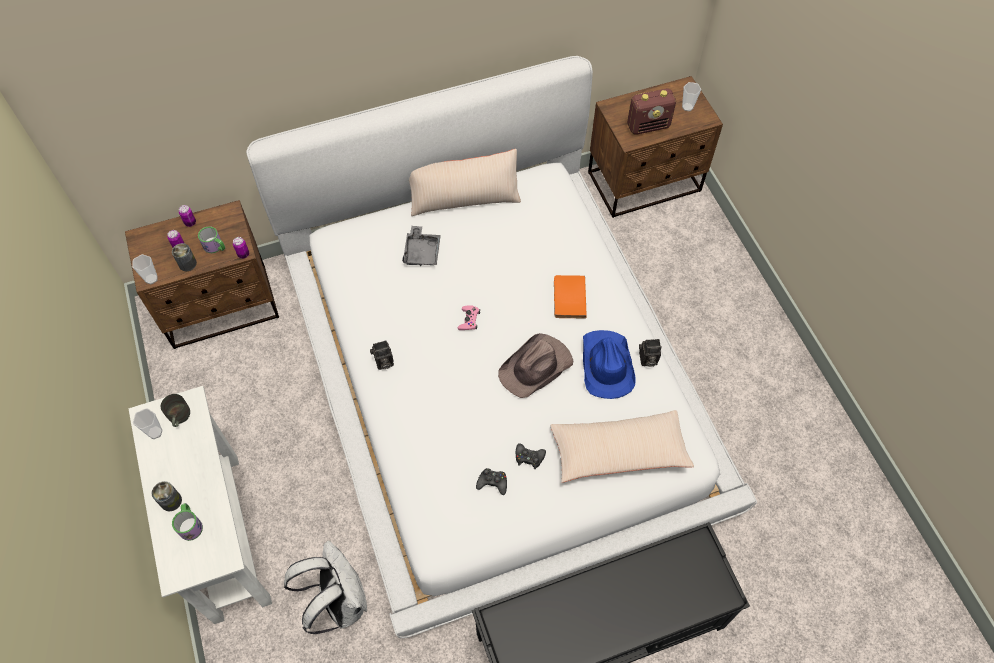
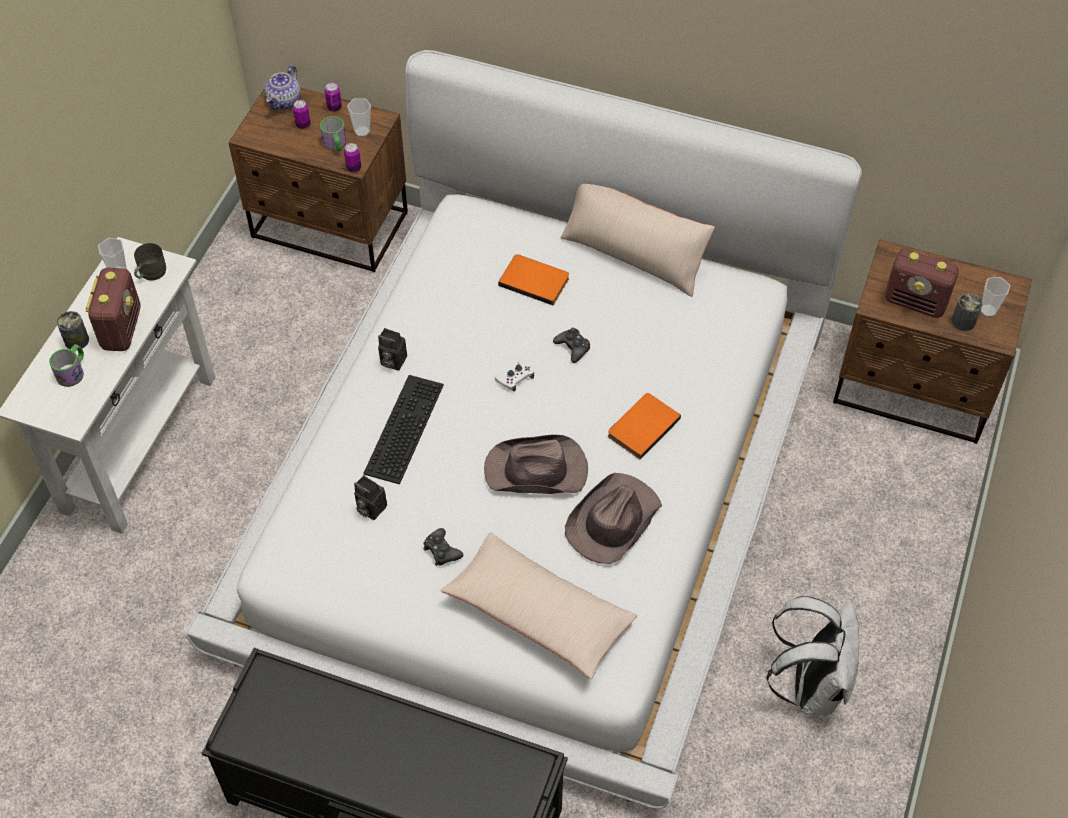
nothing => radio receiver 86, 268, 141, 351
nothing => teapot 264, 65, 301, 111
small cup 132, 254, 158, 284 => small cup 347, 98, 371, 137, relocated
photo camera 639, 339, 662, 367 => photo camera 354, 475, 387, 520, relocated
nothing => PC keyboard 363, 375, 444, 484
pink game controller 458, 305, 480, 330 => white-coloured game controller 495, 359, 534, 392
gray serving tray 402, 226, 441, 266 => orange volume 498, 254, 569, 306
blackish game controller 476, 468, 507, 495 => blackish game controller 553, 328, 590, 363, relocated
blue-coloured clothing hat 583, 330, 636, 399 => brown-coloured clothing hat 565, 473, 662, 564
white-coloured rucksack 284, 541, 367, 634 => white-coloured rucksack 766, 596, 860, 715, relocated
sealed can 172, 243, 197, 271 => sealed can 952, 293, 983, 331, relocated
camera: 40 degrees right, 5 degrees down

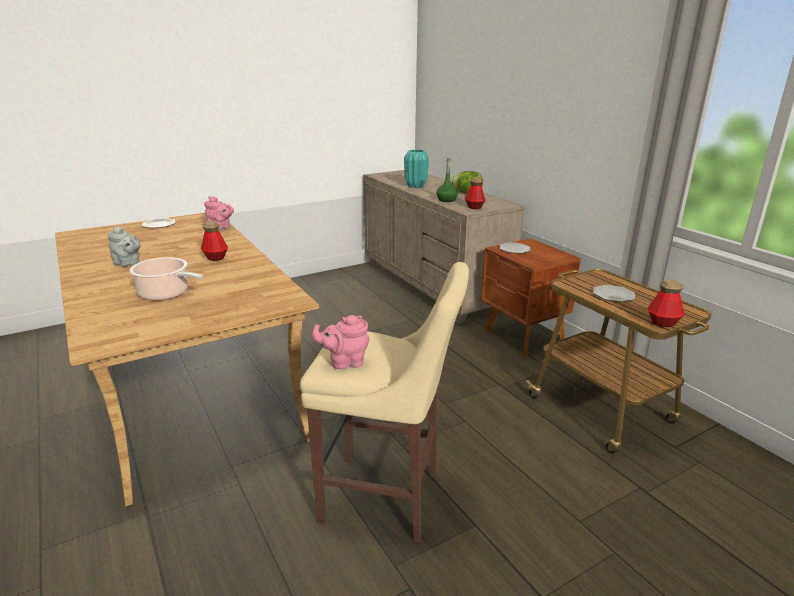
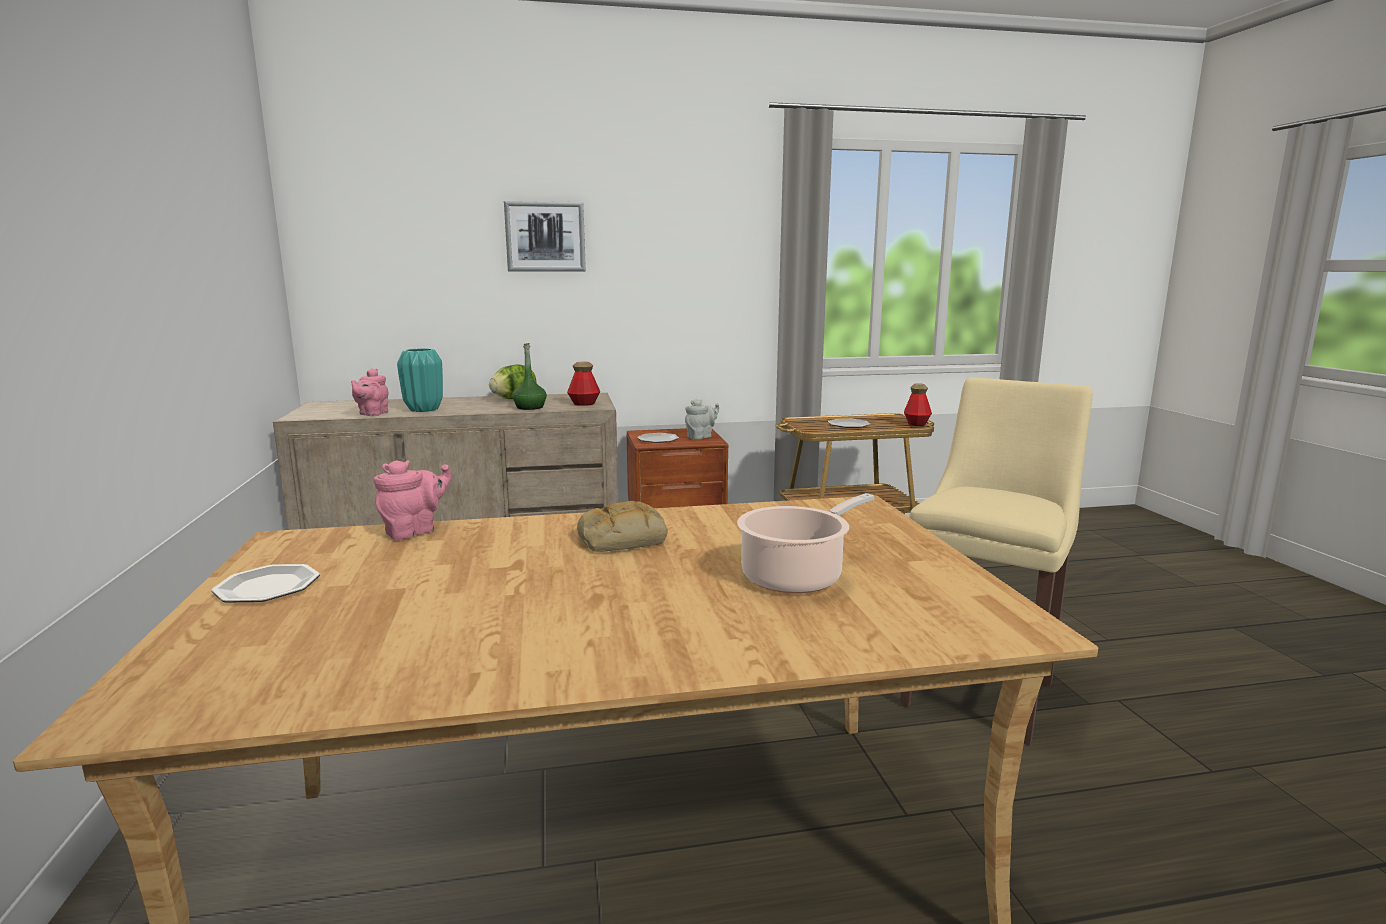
pink teapot 312, 315, 370, 369 => pink teapot 351, 368, 388, 416, relocated
nothing => picture 504, 201, 586, 272
drink bottle 201, 221, 228, 261 => bakery bread 577, 501, 668, 552
gray teapot 107, 226, 141, 267 => gray teapot 685, 399, 719, 439, relocated
camera: 70 degrees left, 10 degrees down

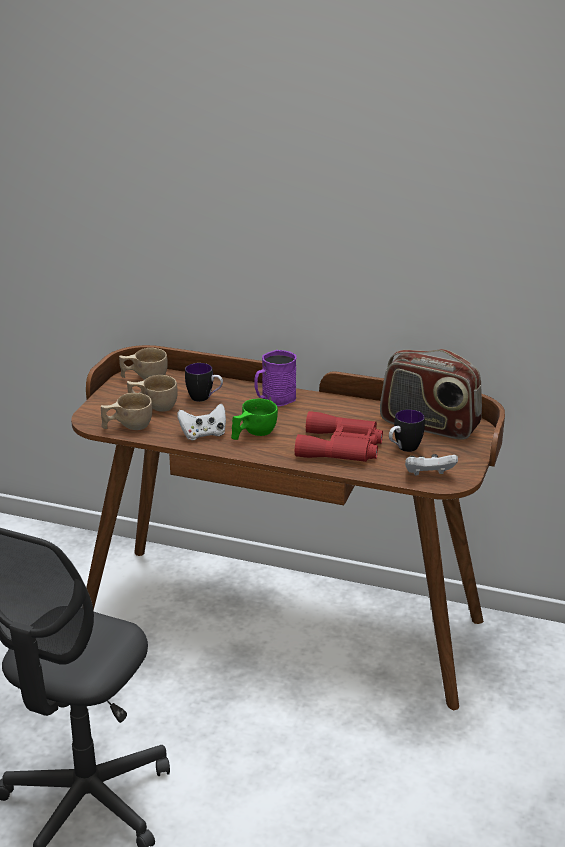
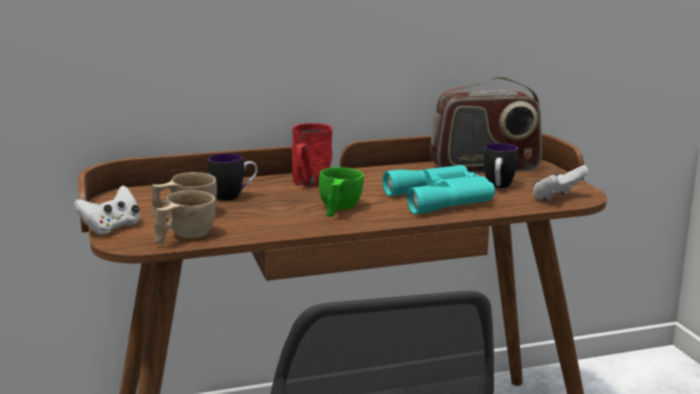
white-coloured game controller 177, 404, 226, 440 => white-coloured game controller 74, 185, 140, 235, relocated
purple coffee mug 254, 350, 297, 406 => red coffee mug 291, 123, 333, 187
red field glasses 295, 411, 383, 462 => blue-green field glasses 383, 165, 495, 214
beige-coloured small cup 119, 348, 168, 380 => nothing
camera: 35 degrees left, 10 degrees down

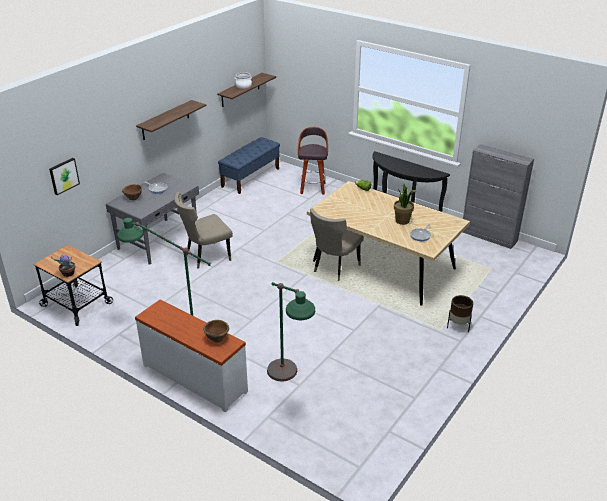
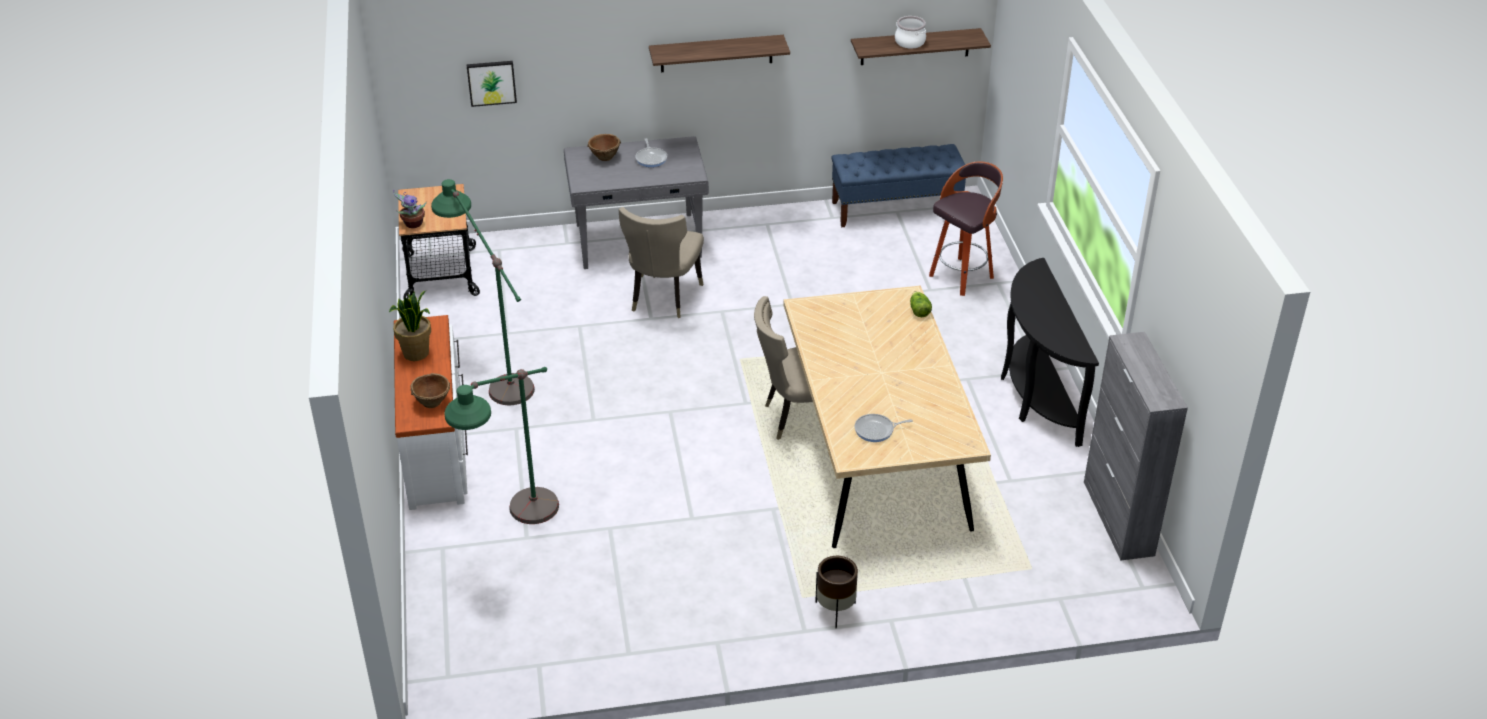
plant in a pot 394, 184, 417, 225 => plant in a pot 389, 291, 431, 361, relocated
beige-coloured upright chair 174, 192, 233, 269 => beige-coloured upright chair 619, 207, 704, 318, 90 degrees counterclockwise
camera: 45 degrees right, 5 degrees up

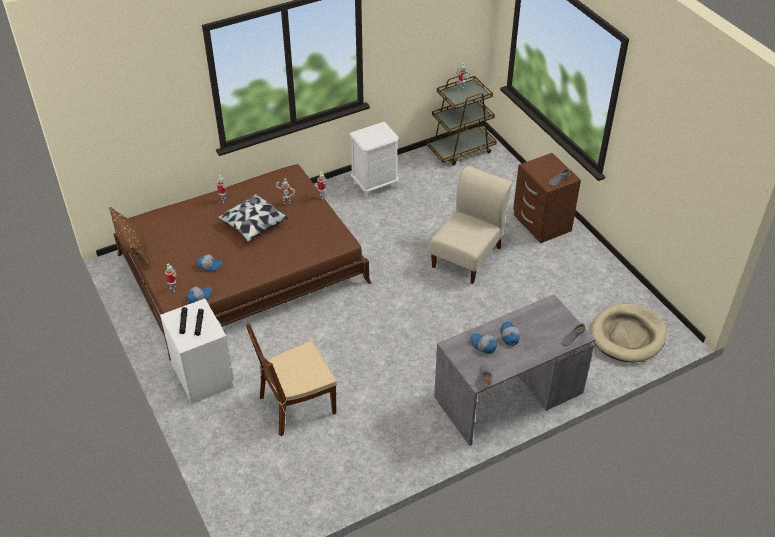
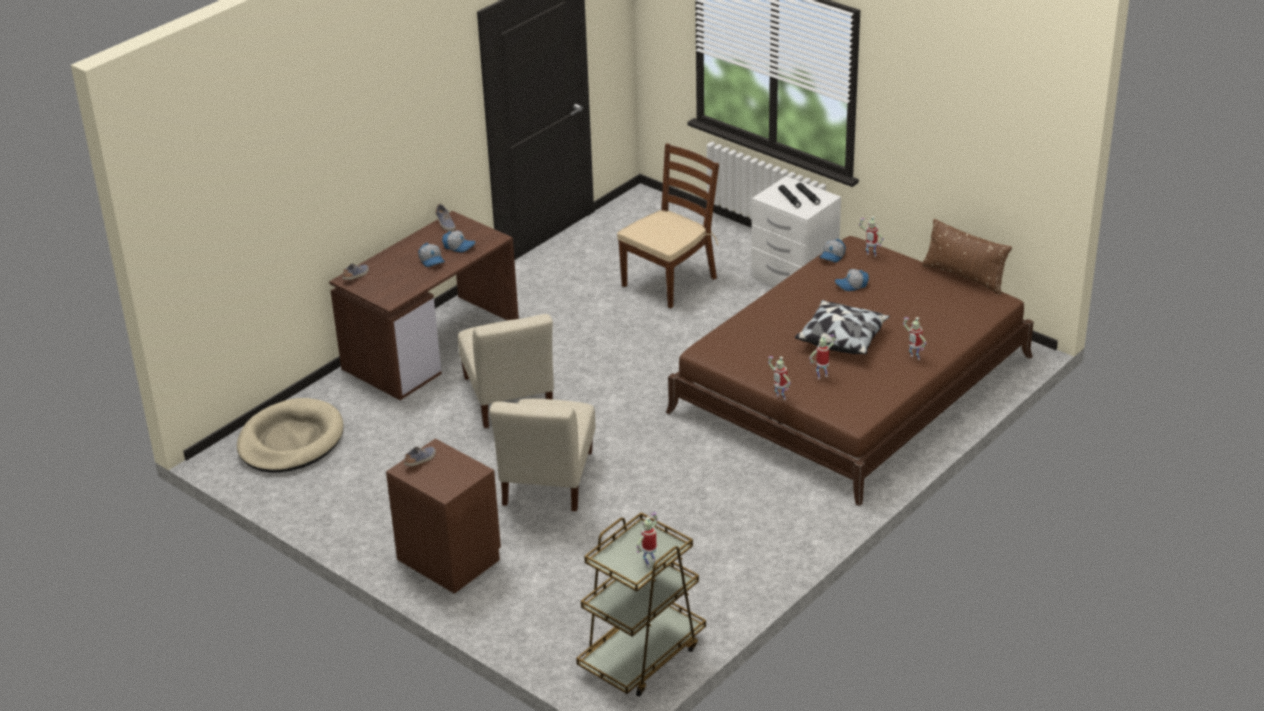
gray desk unit 434, 294, 596, 446 => brown-coloured desk unit 329, 211, 519, 400
nothing => beige-coloured upright chair 458, 314, 554, 428
white-coloured night table 349, 122, 399, 198 => nothing
camera: 160 degrees right, 10 degrees down

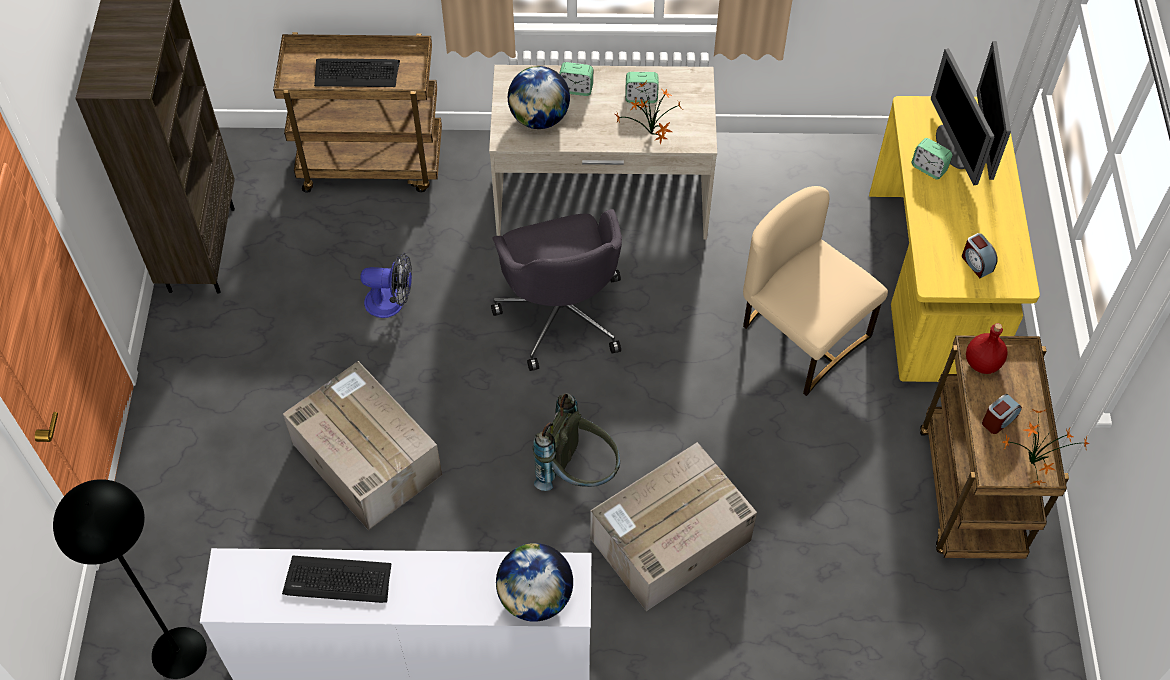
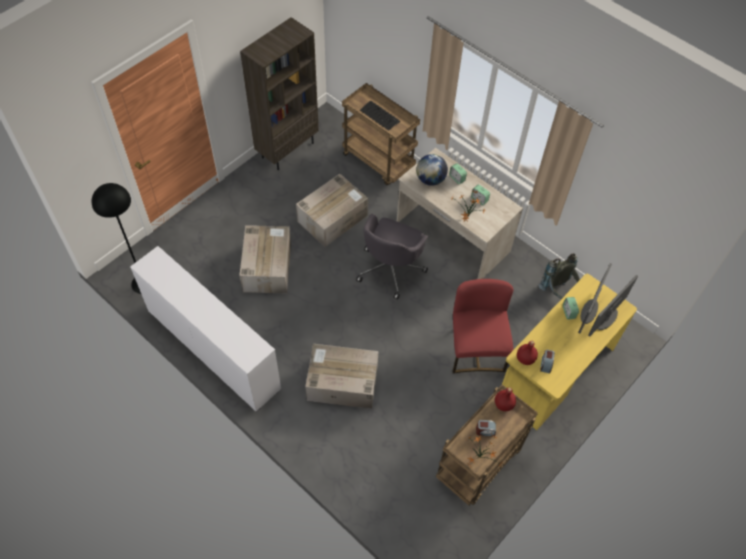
electric fan 360, 253, 412, 318 => cardboard box 296, 174, 368, 247
beige-coloured upright chair 743, 186, 888, 396 => red upright chair 453, 279, 514, 373
nothing => red drink bottle 517, 341, 538, 365
gray rucksack 533, 393, 620, 491 => gray rucksack 539, 253, 580, 299, relocated
PC keyboard 282, 556, 391, 603 => nothing
desk globe 496, 543, 573, 622 => nothing
camera: 40 degrees right, 0 degrees up

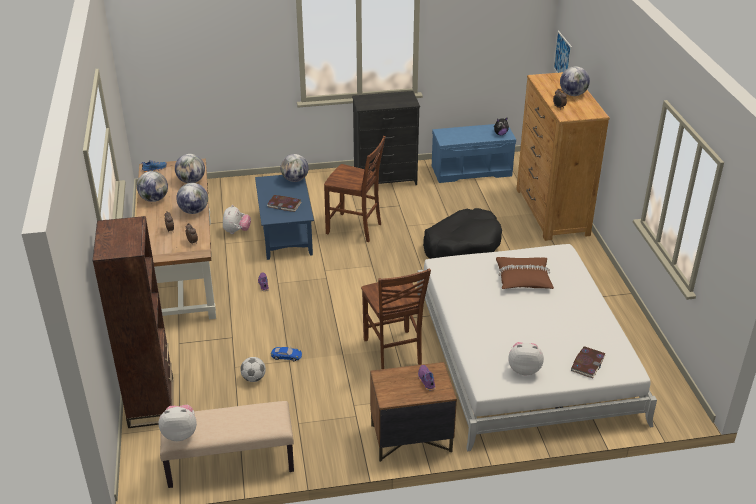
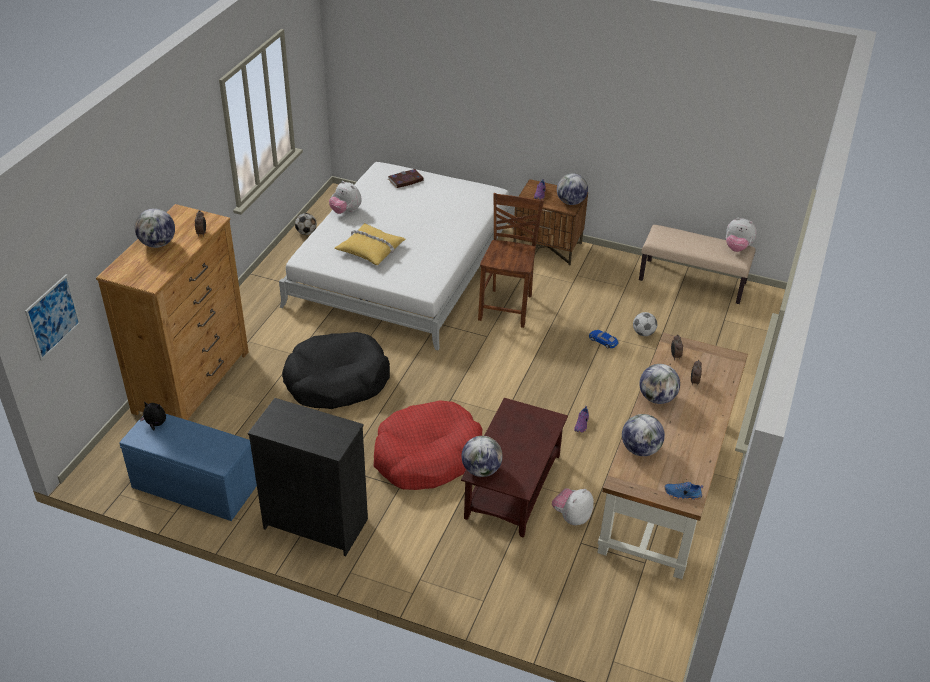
nothing => football 295, 213, 317, 235
soft toy 508, 342, 544, 375 => soft toy 329, 181, 362, 214, relocated
brown-coloured cushion 496, 257, 554, 289 => yellowish cushion 335, 223, 406, 265
brown-coloured upright chair 324, 136, 386, 242 => red dog cushion 374, 400, 482, 490
blue-coloured low table 255, 175, 314, 260 => brown-coloured low table 461, 398, 568, 538
desk globe 137, 171, 168, 202 => desk globe 557, 173, 588, 205, relocated
brown-coloured shelving unit 92, 216, 174, 428 => nothing
volume 267, 195, 301, 212 => nothing
camera: 150 degrees left, 5 degrees up

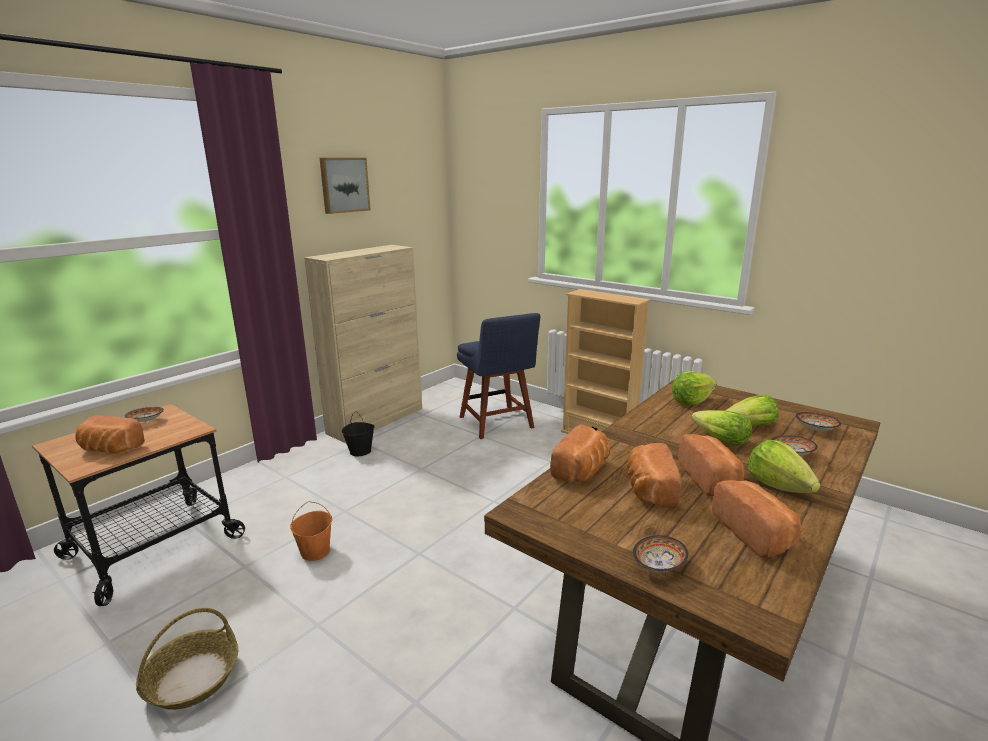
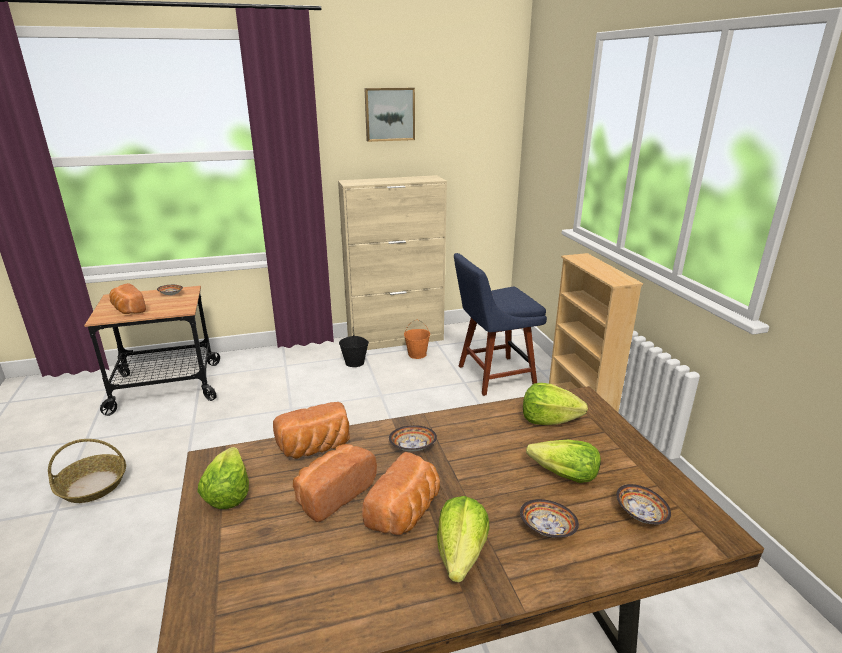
lettuce head 691, 410, 752, 445 => lettuce head 197, 447, 249, 509, relocated
deep dish 633, 535, 688, 572 => deep dish 389, 425, 437, 452, relocated
orange bucket 290, 501, 332, 561 => orange bucket 404, 320, 430, 359, relocated
blue-coloured upright chair 457, 313, 540, 439 => blue-coloured upright chair 454, 253, 547, 396, 60 degrees clockwise
bakery bread 712, 480, 801, 558 => nothing
camera: 35 degrees right, 5 degrees up

